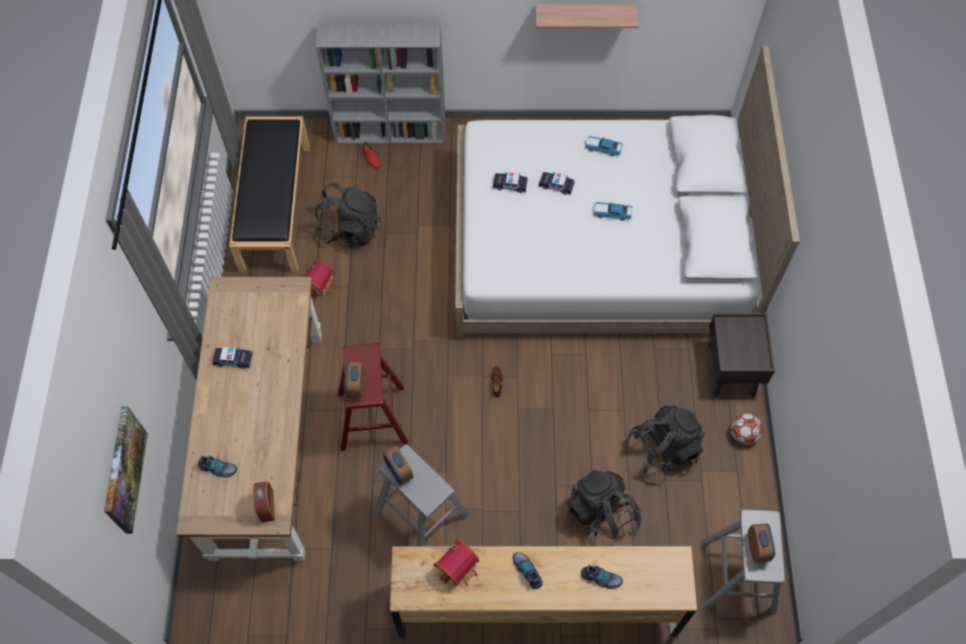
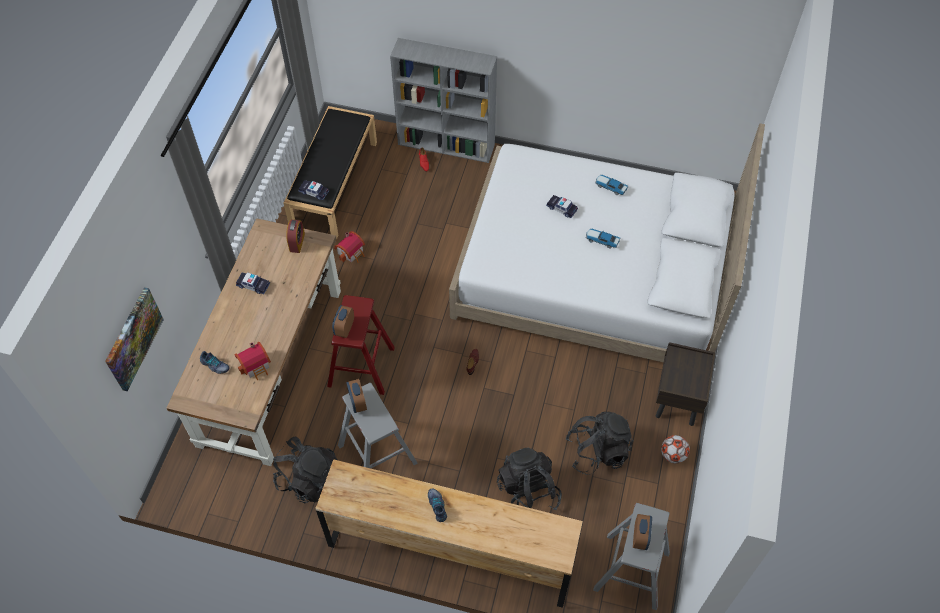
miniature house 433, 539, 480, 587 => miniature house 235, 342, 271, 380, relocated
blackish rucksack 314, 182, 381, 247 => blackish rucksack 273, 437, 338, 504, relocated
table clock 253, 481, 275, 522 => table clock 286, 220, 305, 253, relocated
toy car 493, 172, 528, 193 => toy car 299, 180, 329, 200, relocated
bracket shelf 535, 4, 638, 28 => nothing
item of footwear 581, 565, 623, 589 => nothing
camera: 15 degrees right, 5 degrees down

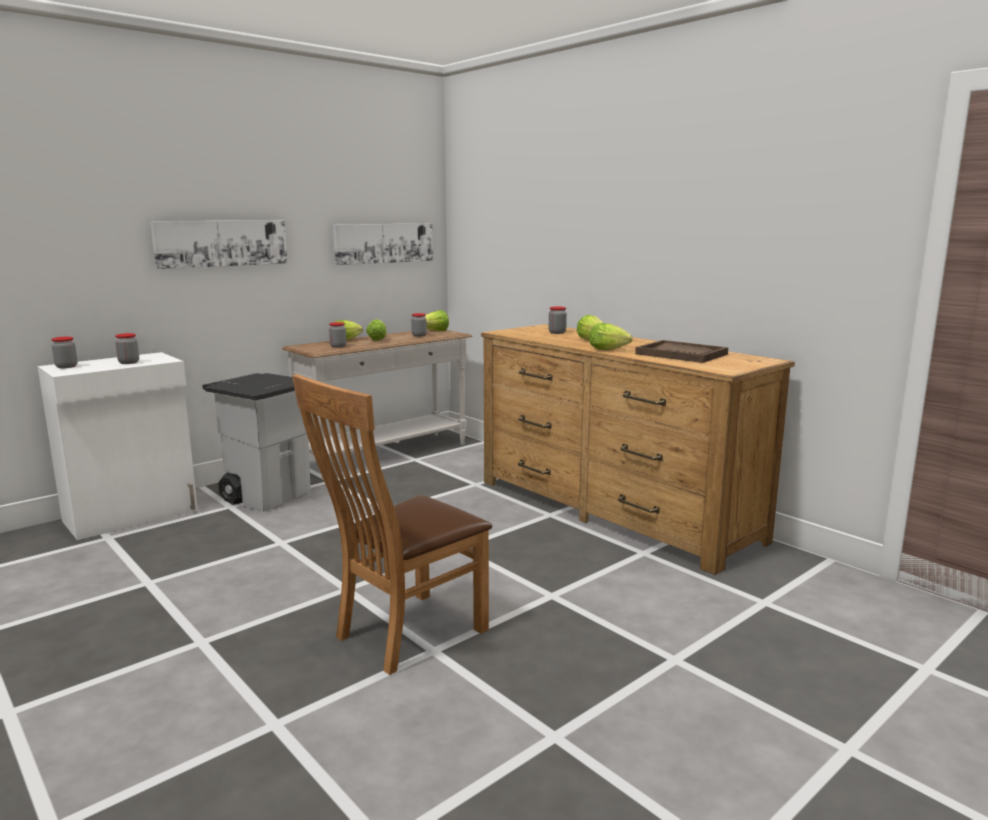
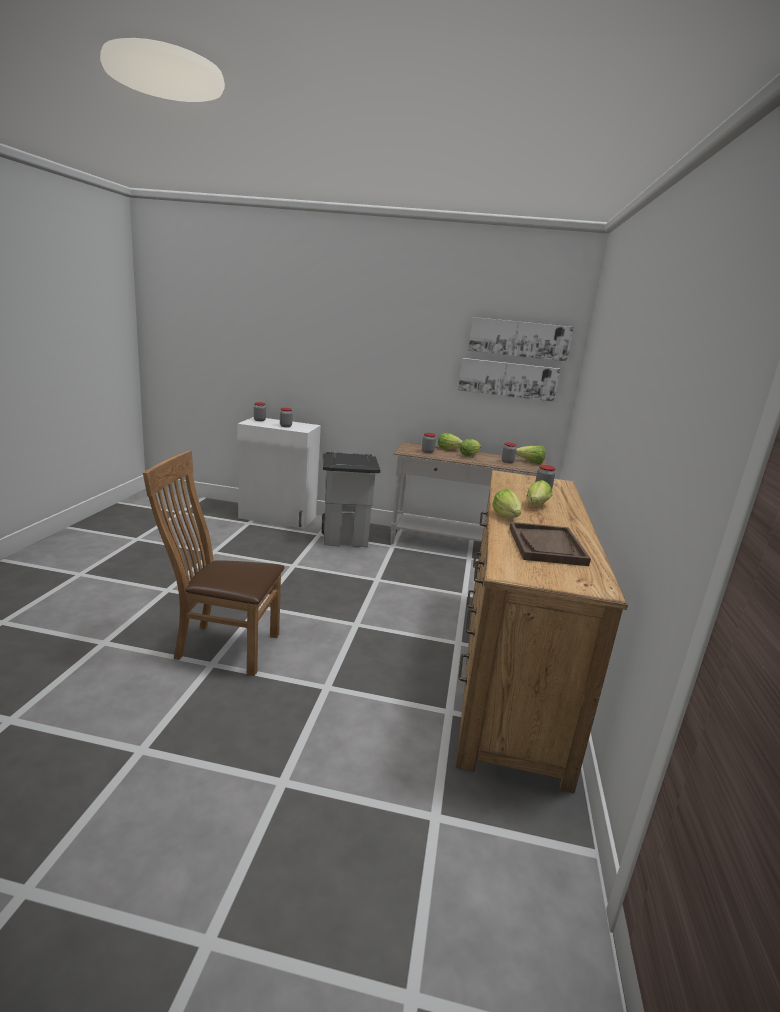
picture 150, 221, 287, 269 => picture 468, 317, 574, 361, relocated
camera: 50 degrees right, 5 degrees up

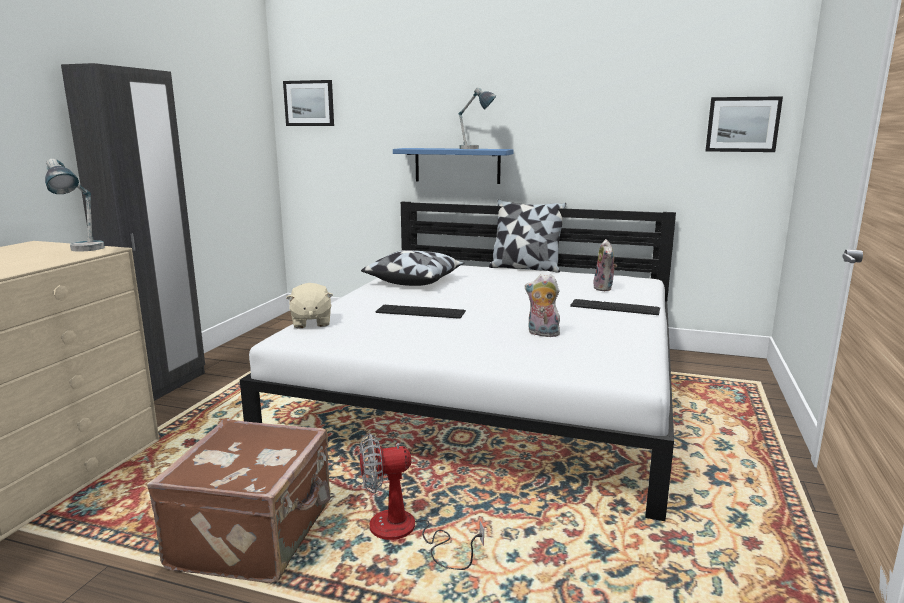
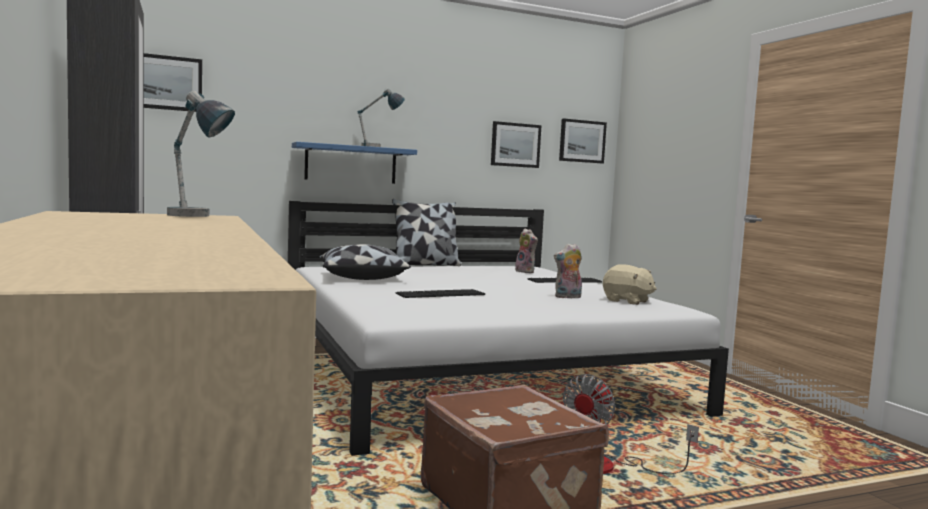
nothing => picture 491, 121, 542, 168
beige-coloured soft toy 286, 283, 333, 329 => beige-coloured soft toy 603, 264, 657, 305, relocated
camera: 40 degrees left, 10 degrees down

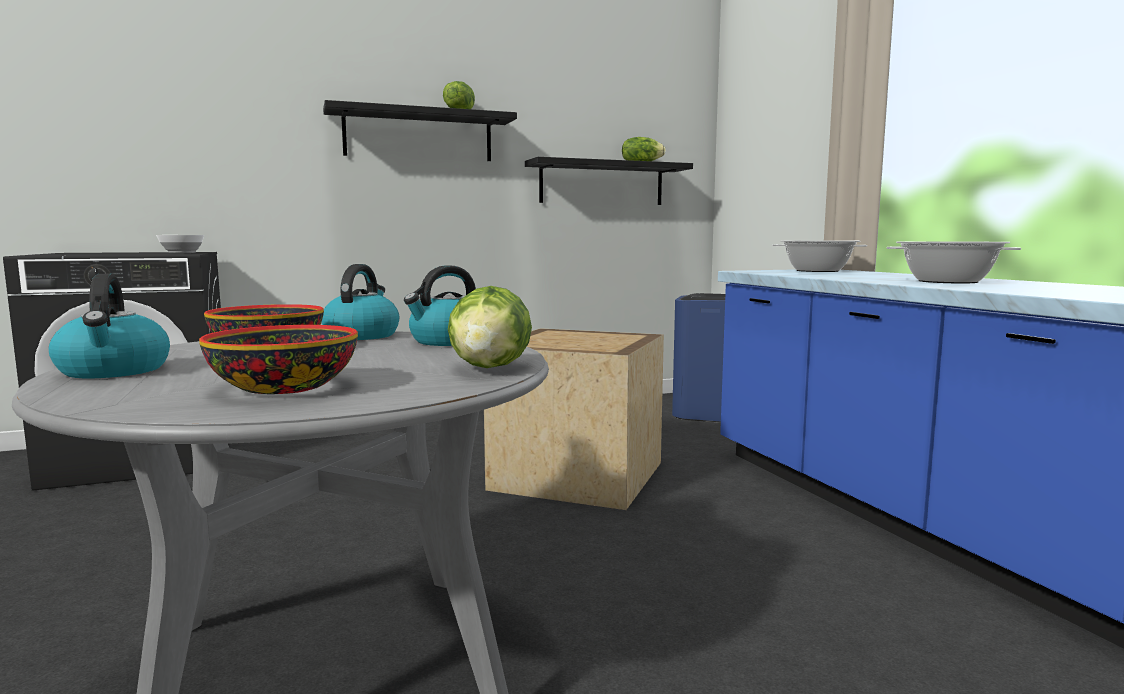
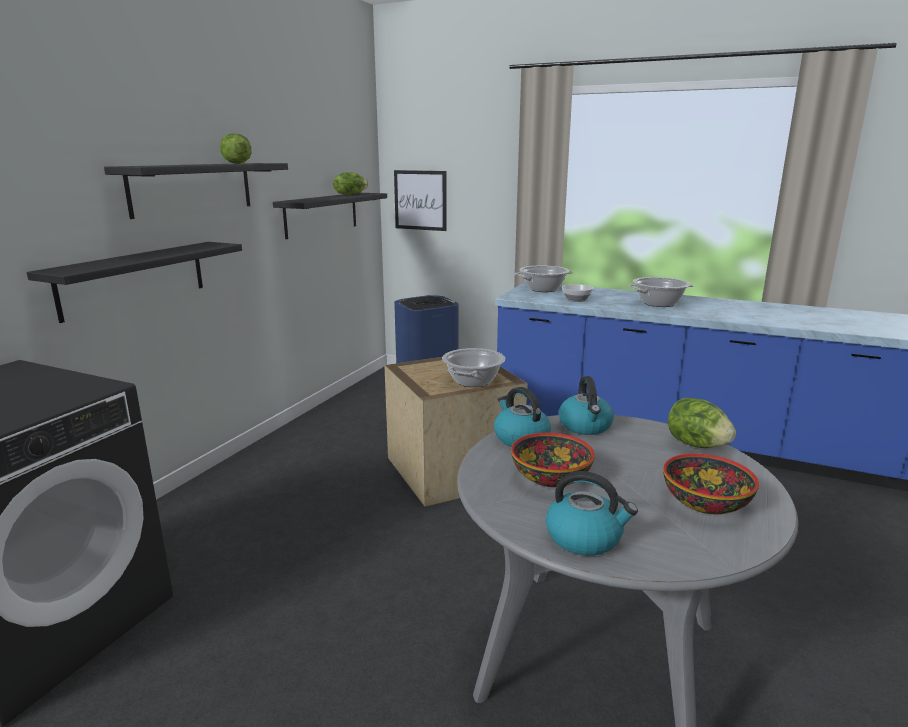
nothing => blackish bracket shelf 27, 242, 242, 323
nothing => picture 394, 170, 447, 231
nothing => saucepot 442, 348, 505, 387
deep dish 156, 235, 204, 253 => deep dish 562, 284, 593, 302, relocated
camera: 45 degrees left, 10 degrees up

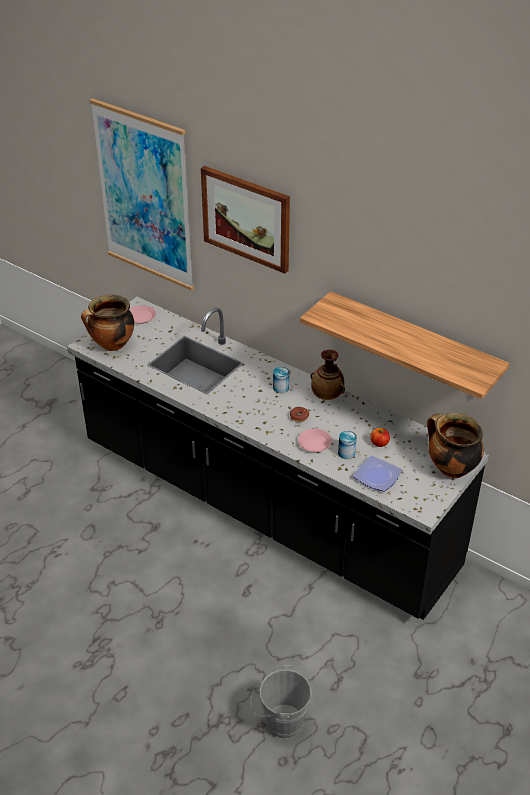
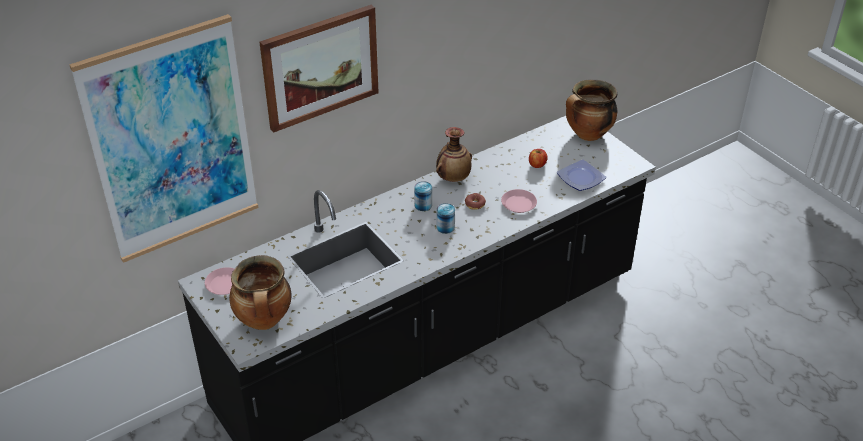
sealed can 338, 431, 357, 459 => sealed can 437, 203, 455, 234, relocated
gray bucket 251, 665, 312, 739 => nothing
bracket shelf 300, 291, 510, 399 => nothing
camera: 70 degrees left, 0 degrees up

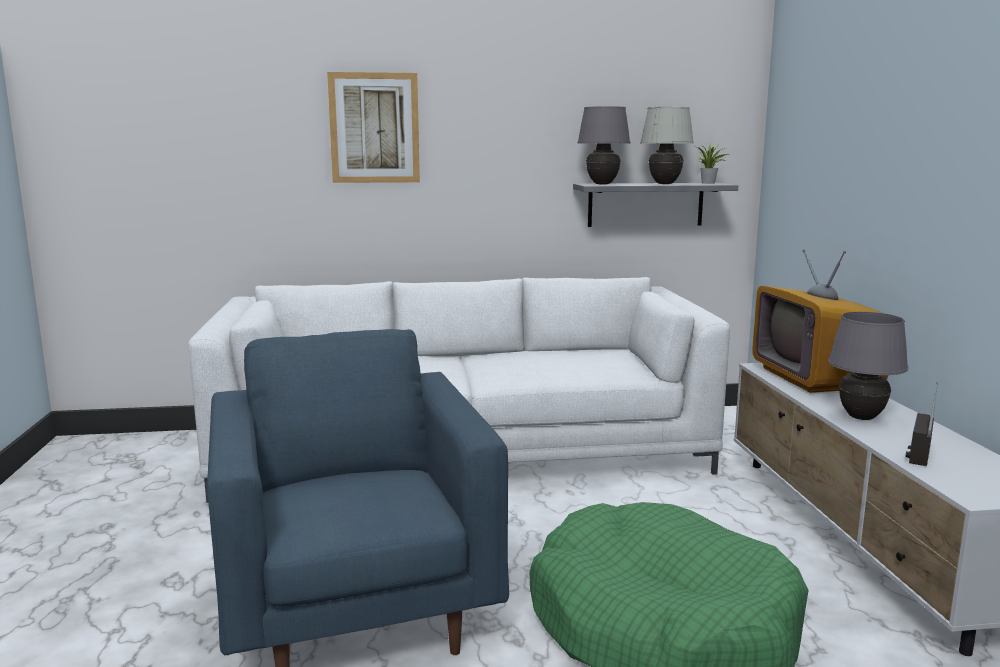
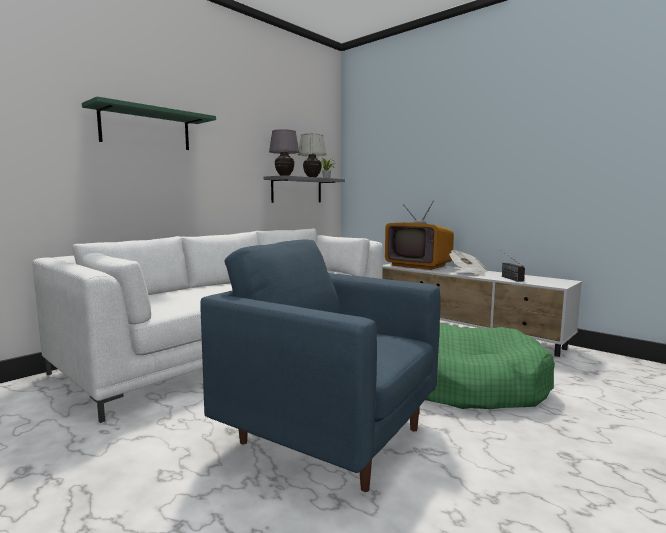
picture 327, 72, 420, 183 => green bracket shelf 82, 96, 216, 150
gray tabletop lamp 828, 312, 908, 420 => printed paper 449, 250, 488, 276
camera: 40 degrees left, 5 degrees down

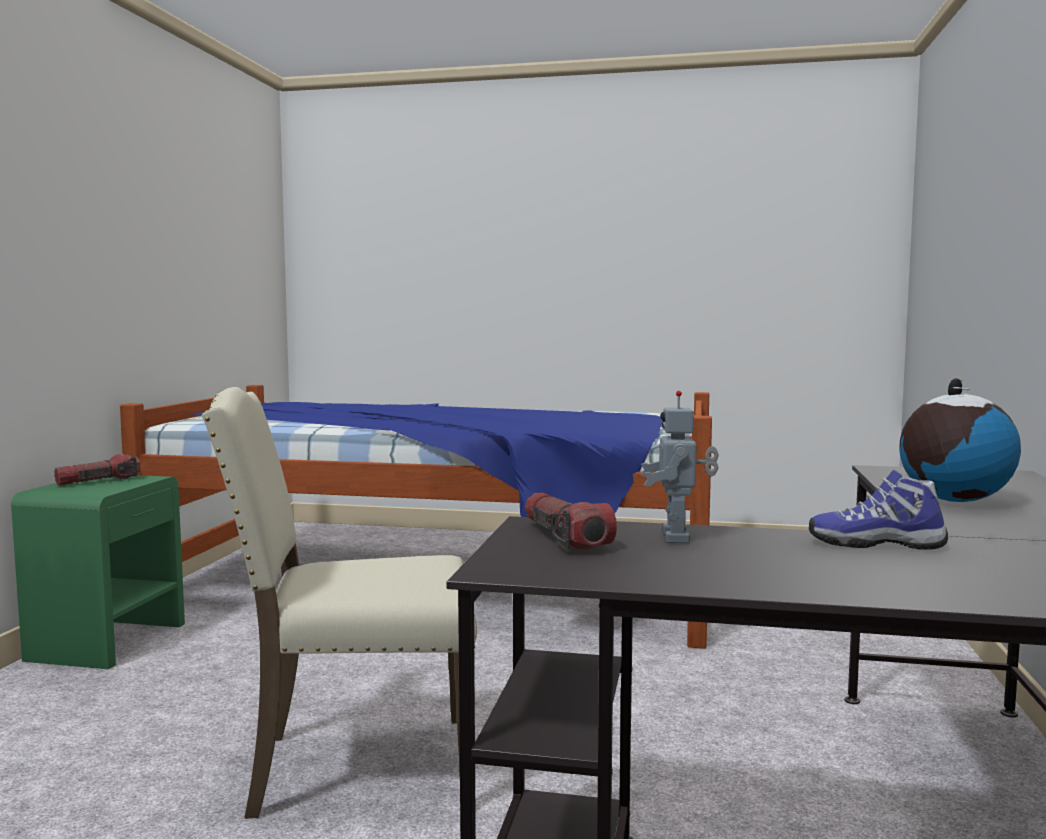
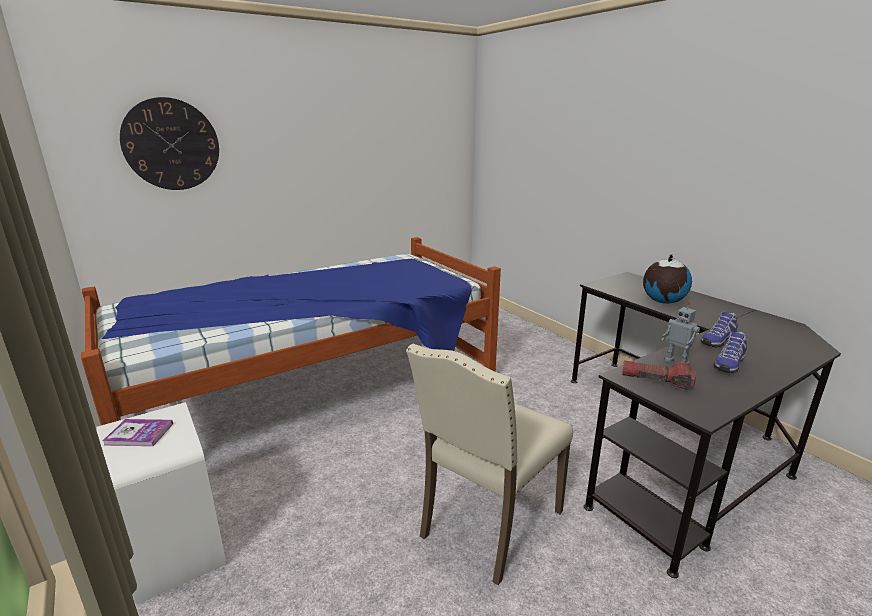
green night table 11, 475, 185, 669 => white-coloured night table 96, 402, 227, 605
hand torch 54, 454, 141, 486 => volume 103, 419, 173, 446
nothing => wall clock 120, 97, 219, 190
nothing => item of footwear 713, 332, 747, 374
camera: 45 degrees left, 15 degrees up

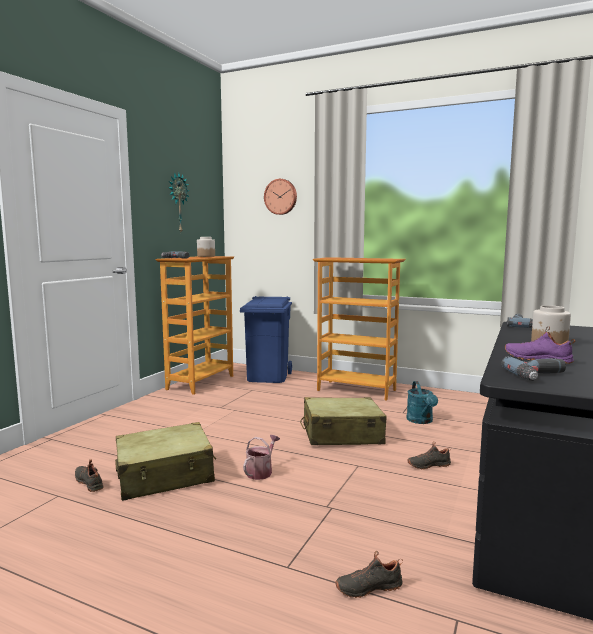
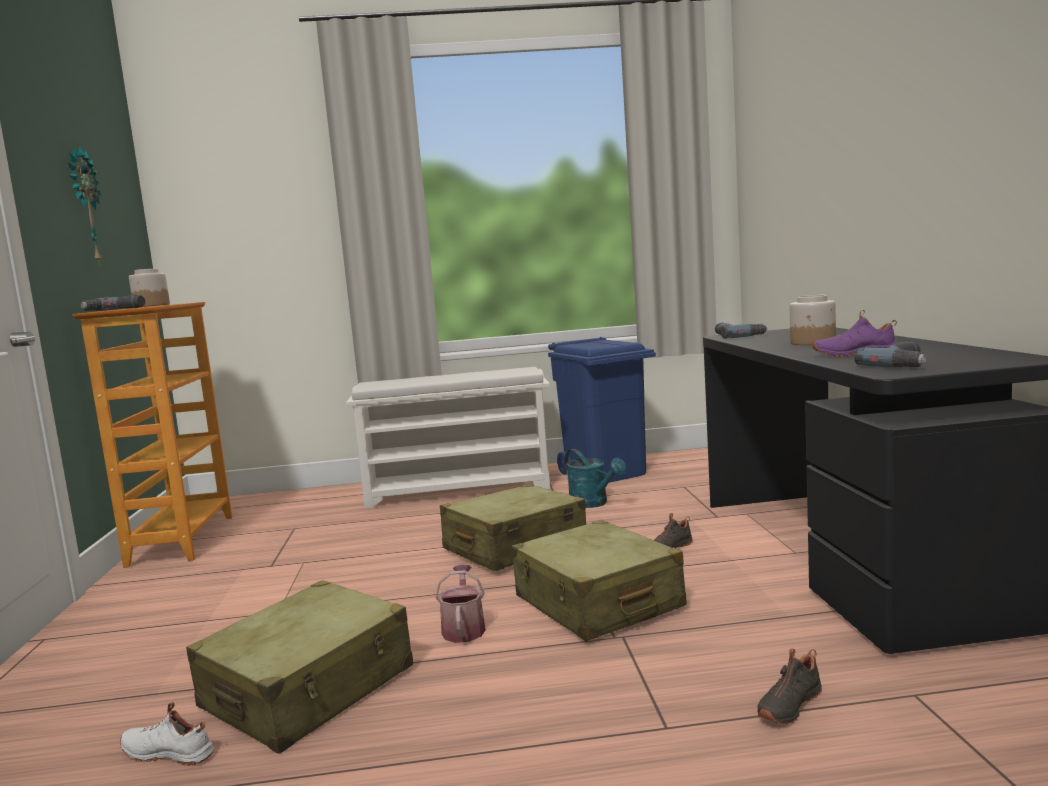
blackish item of footwear 75, 459, 104, 492 => white-coloured item of footwear 120, 702, 214, 766
shelving unit 313, 257, 406, 401 => white-coloured shoe shelf 346, 367, 550, 509
nothing => beige-coloured travel case 511, 520, 687, 641
blue-coloured waste bin 240, 296, 292, 383 => blue-coloured waste bin 548, 337, 656, 483, relocated
wall clock 264, 179, 297, 215 => nothing
camera: 30 degrees left, 0 degrees up

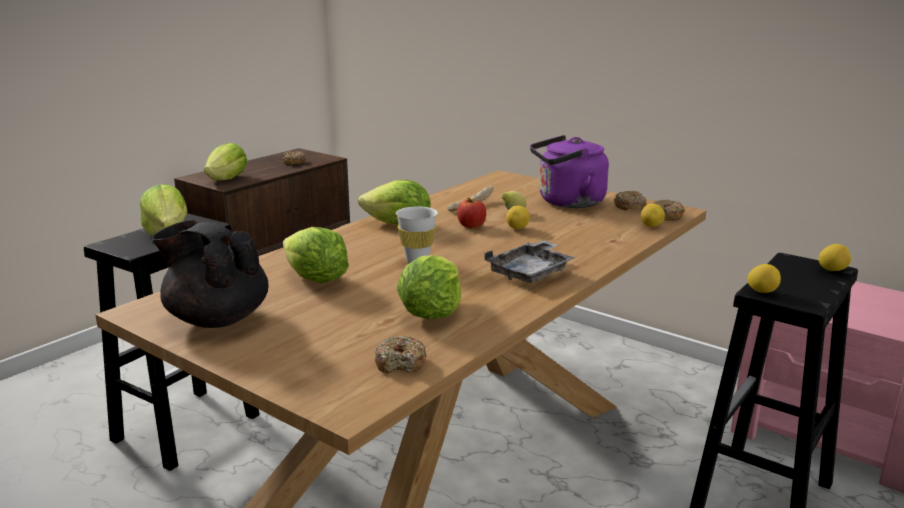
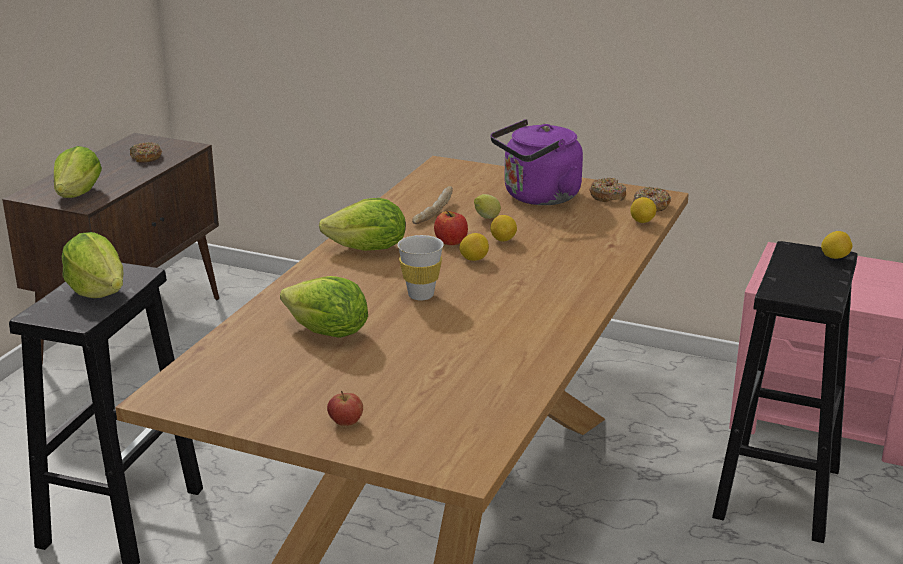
nothing => whole apple 327, 391, 363, 426
lemon 747, 264, 781, 293 => lemon 460, 233, 489, 261, relocated
blackish teapot 152, 220, 268, 328 => nothing
donut 375, 336, 427, 373 => nothing
lettuce head 397, 255, 461, 319 => nothing
gray serving tray 484, 240, 575, 283 => nothing
camera: 15 degrees left, 5 degrees up

